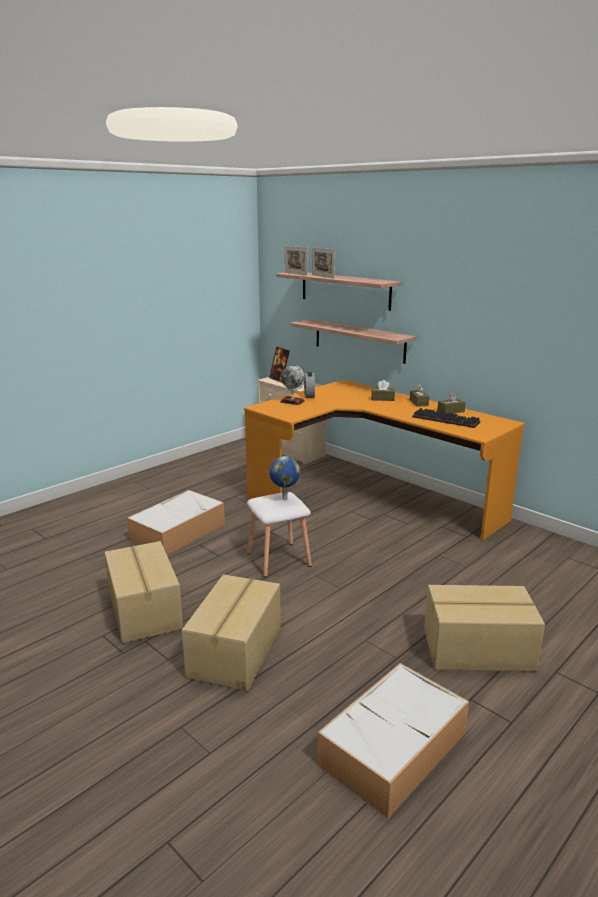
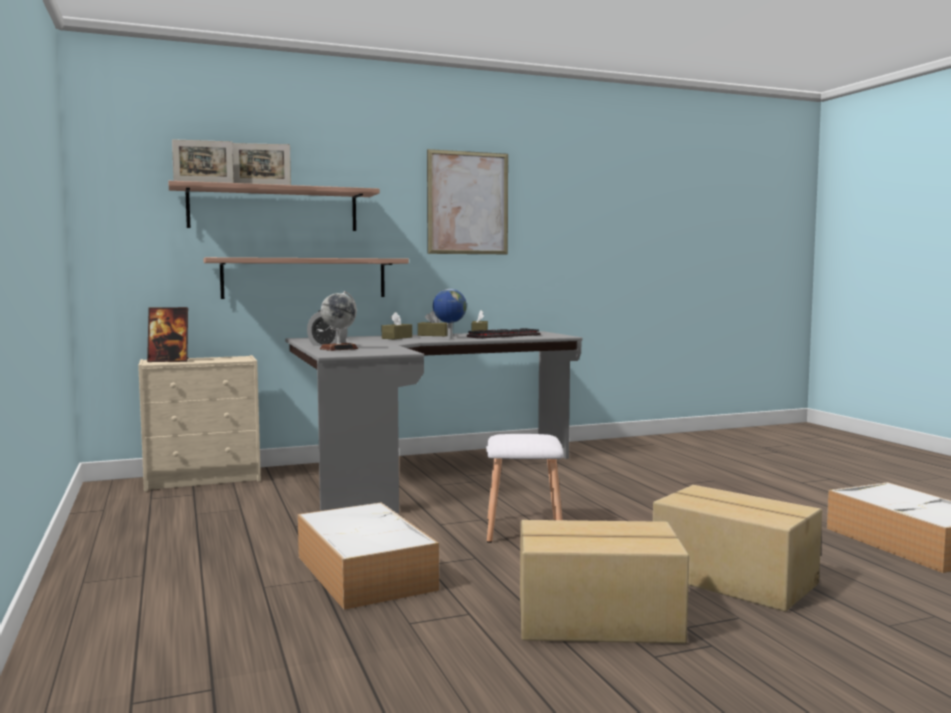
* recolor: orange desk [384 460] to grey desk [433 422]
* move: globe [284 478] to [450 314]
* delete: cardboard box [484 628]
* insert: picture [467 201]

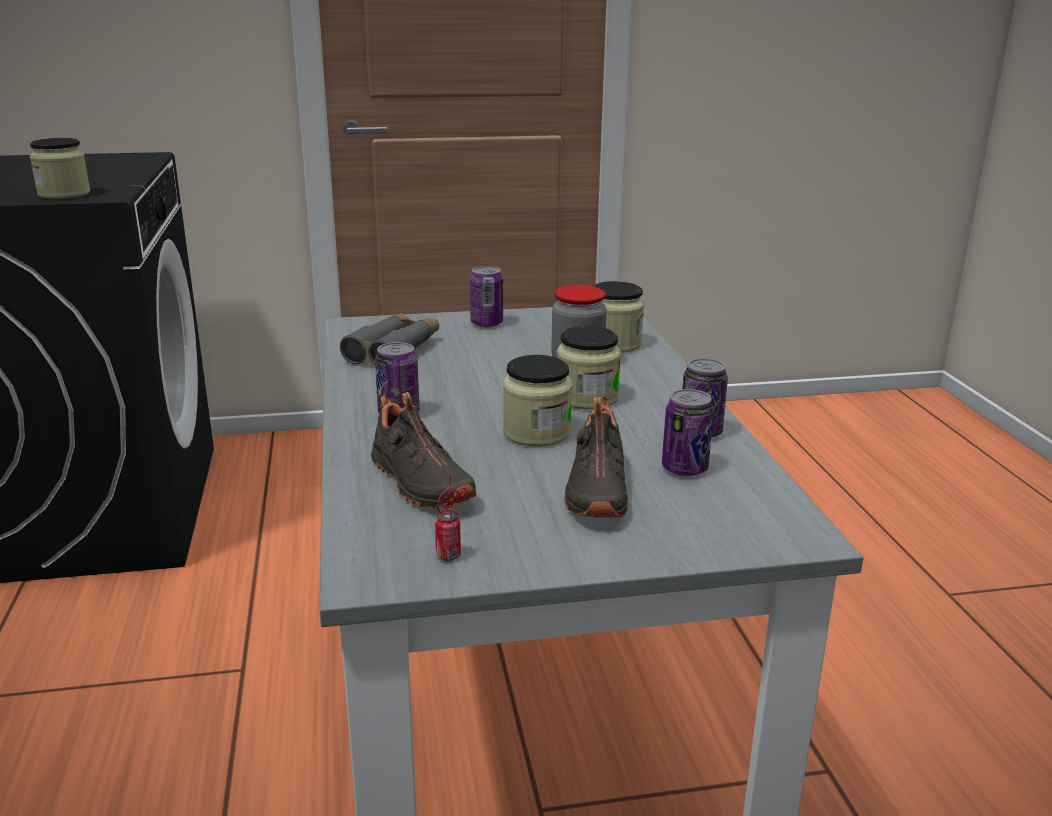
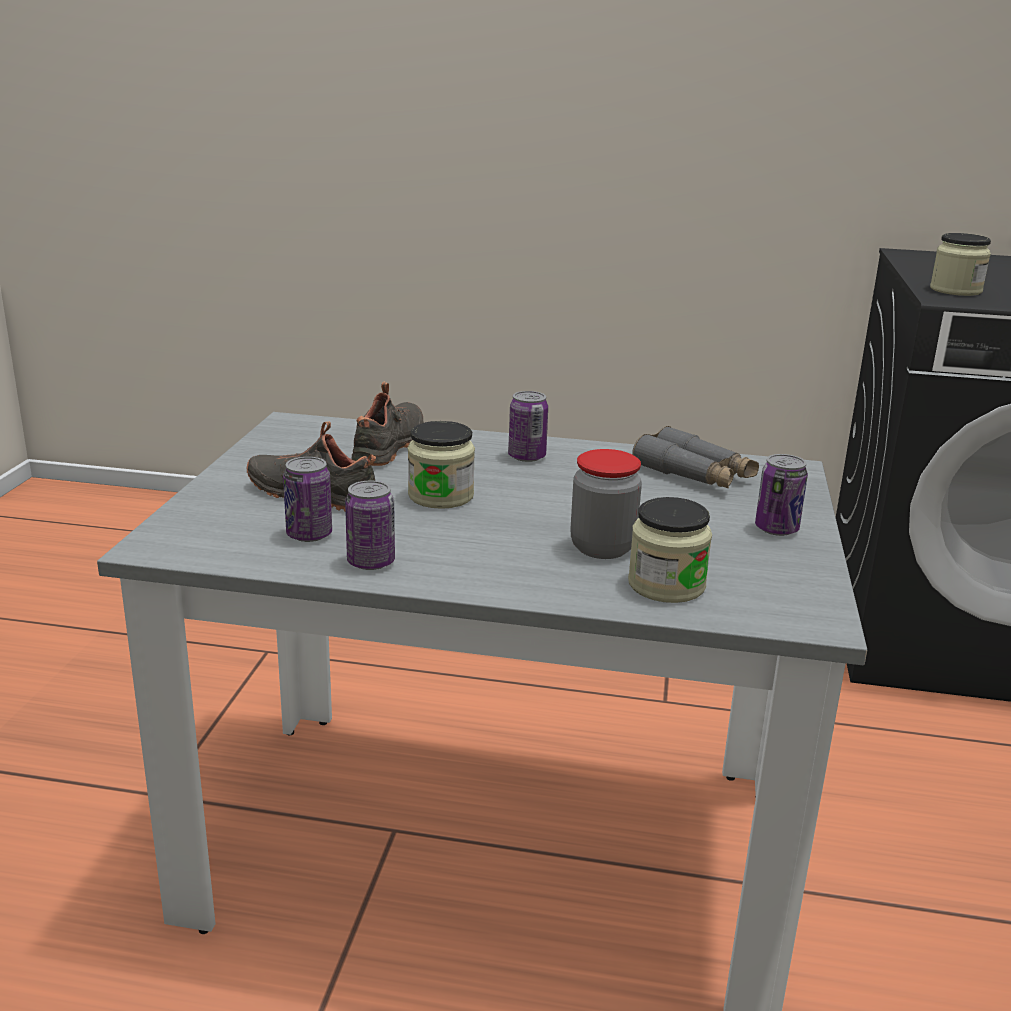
* delete: jar [589 368]
* rotate: black shoe [424 450] = [388 424] 120 degrees clockwise
* delete: can [450 518]

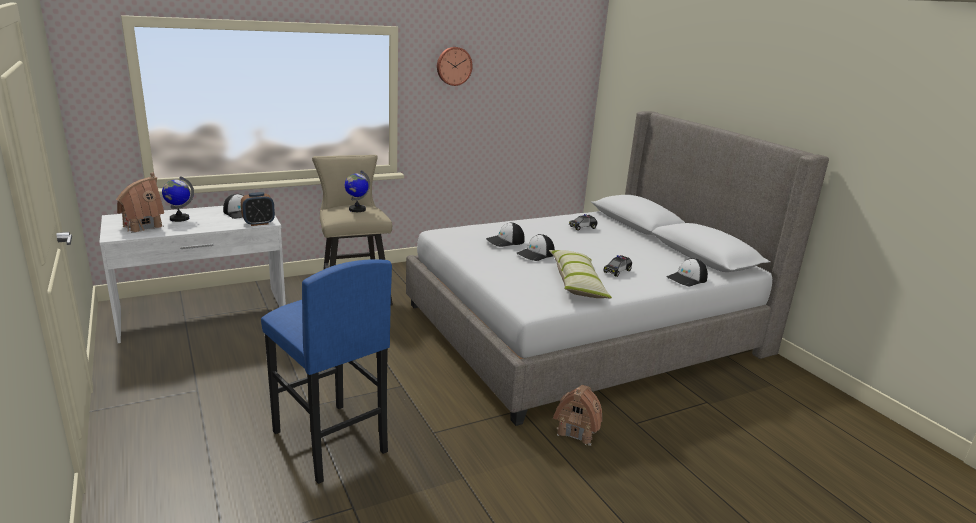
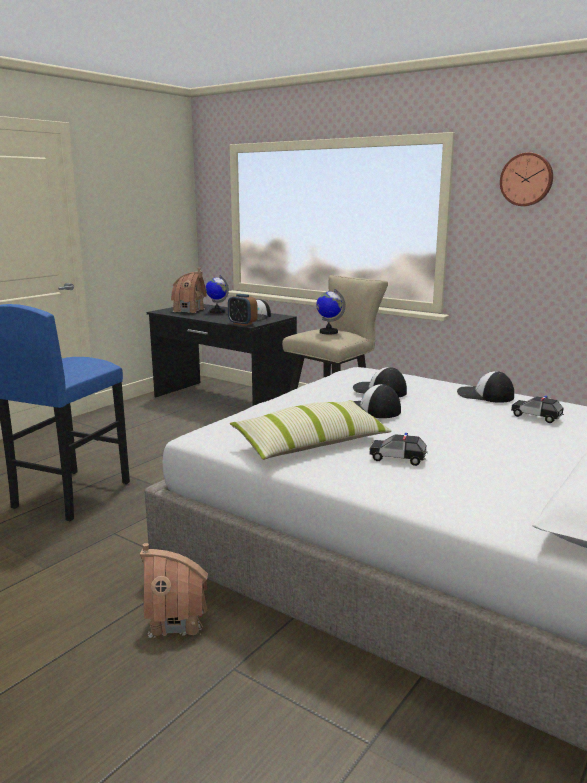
* recolor: white desk [192 274] to black desk [222 355]
* move: cap [687 272] to [485 387]

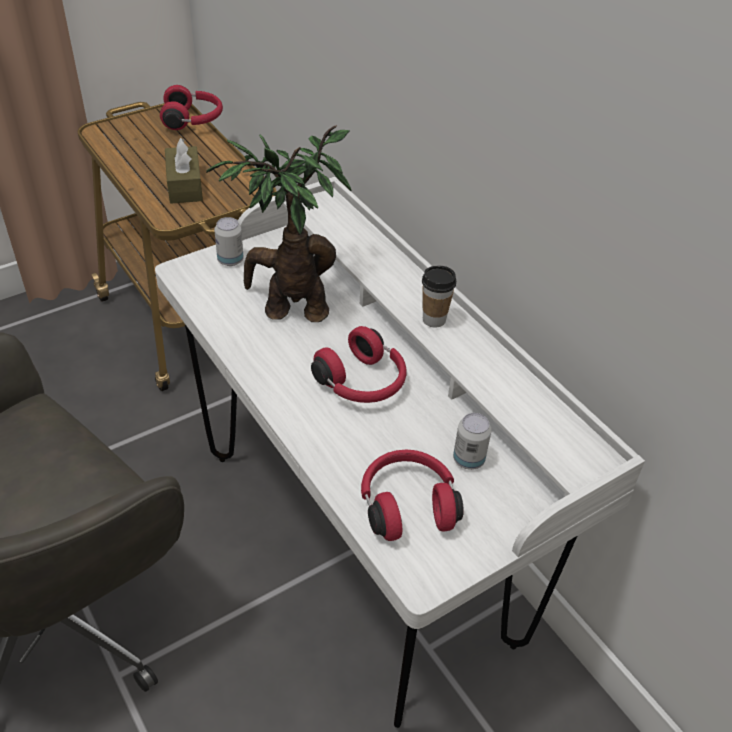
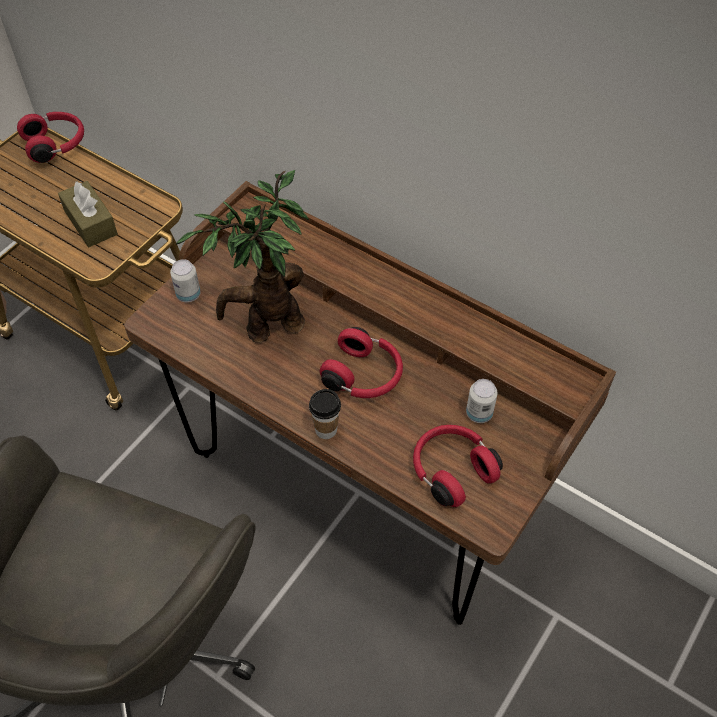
* recolor: white desk [400 452] to brown desk [370 403]
* move: cup [439 297] to [325 414]

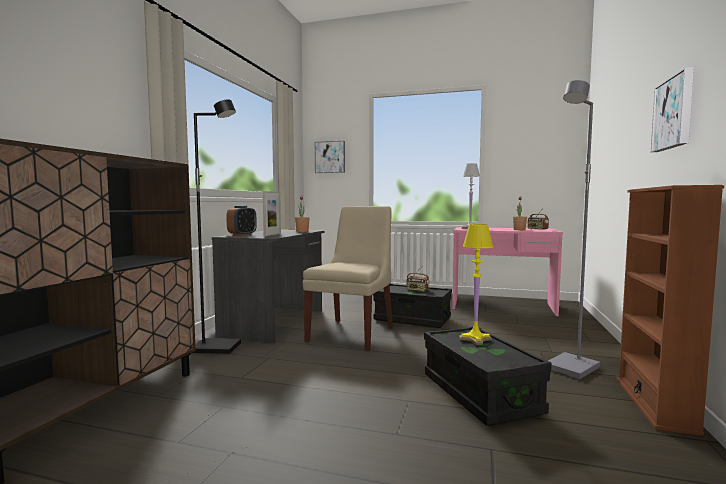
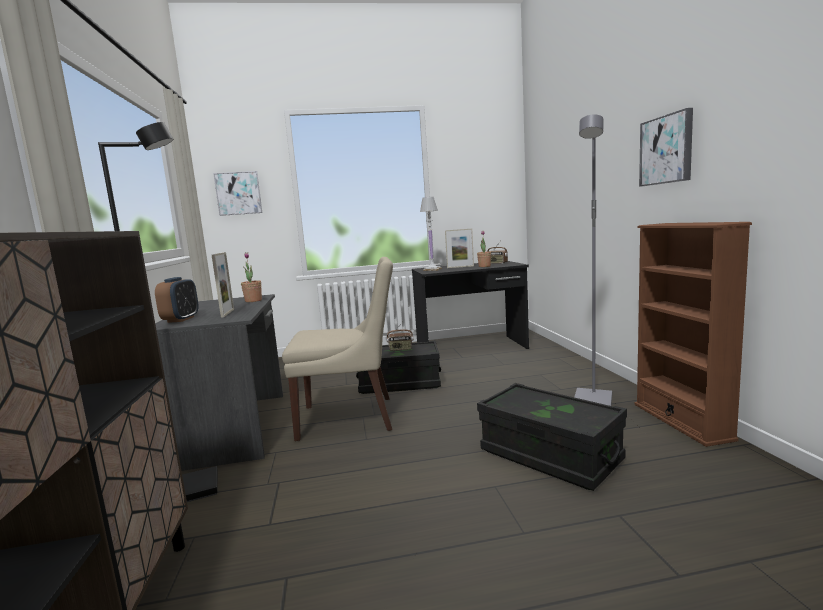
* rotate: beige chair [348 278] = [337 349] 90 degrees clockwise
* delete: yellow table lamp [476 284]
* recolor: pink desk [507 271] to black desk [470 305]
* insert: picture frame [459 248]

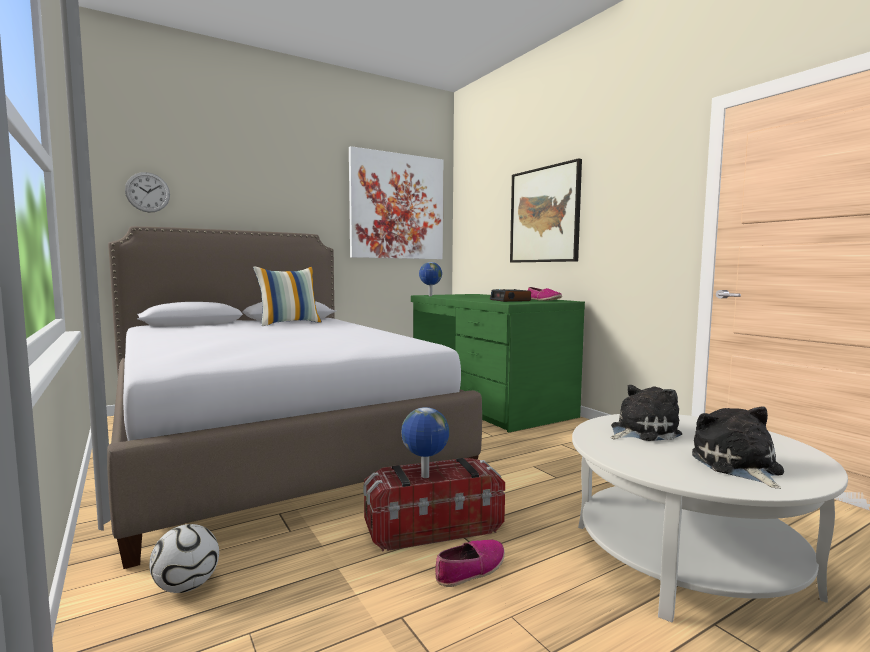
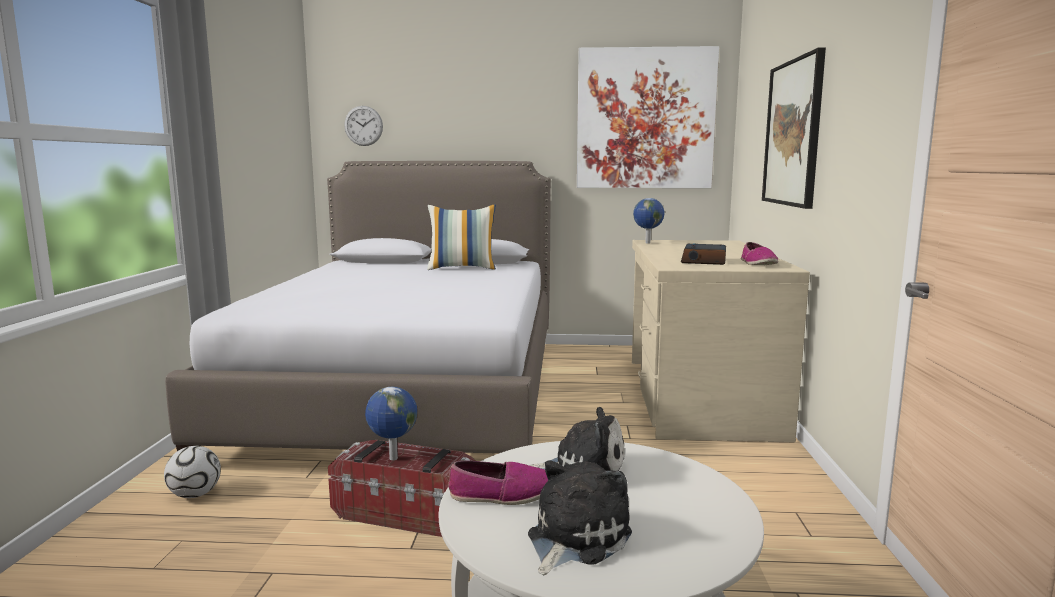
* recolor: green desk [498 363] to beige desk [721 341]
* move: shoe [470 563] to [498 482]

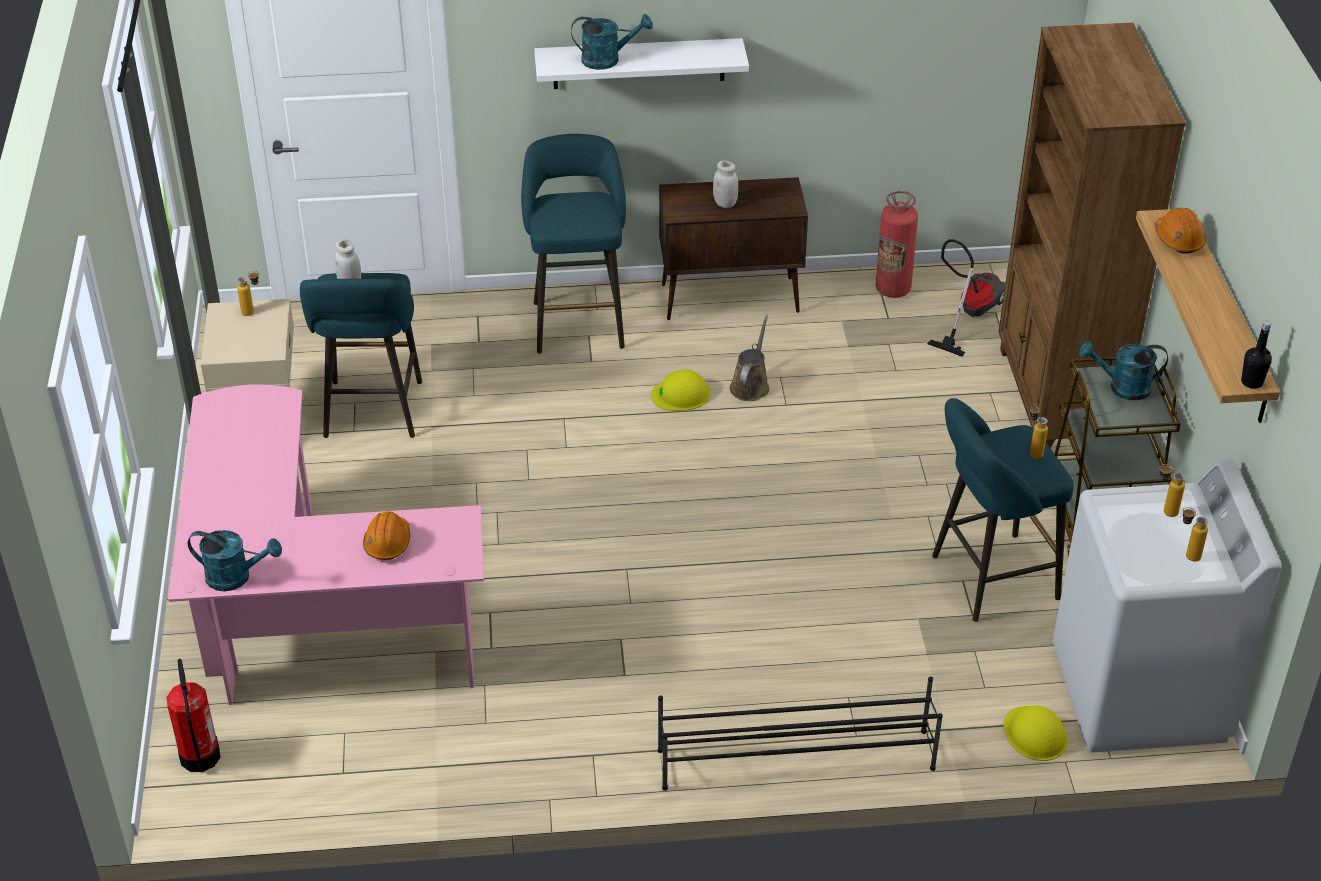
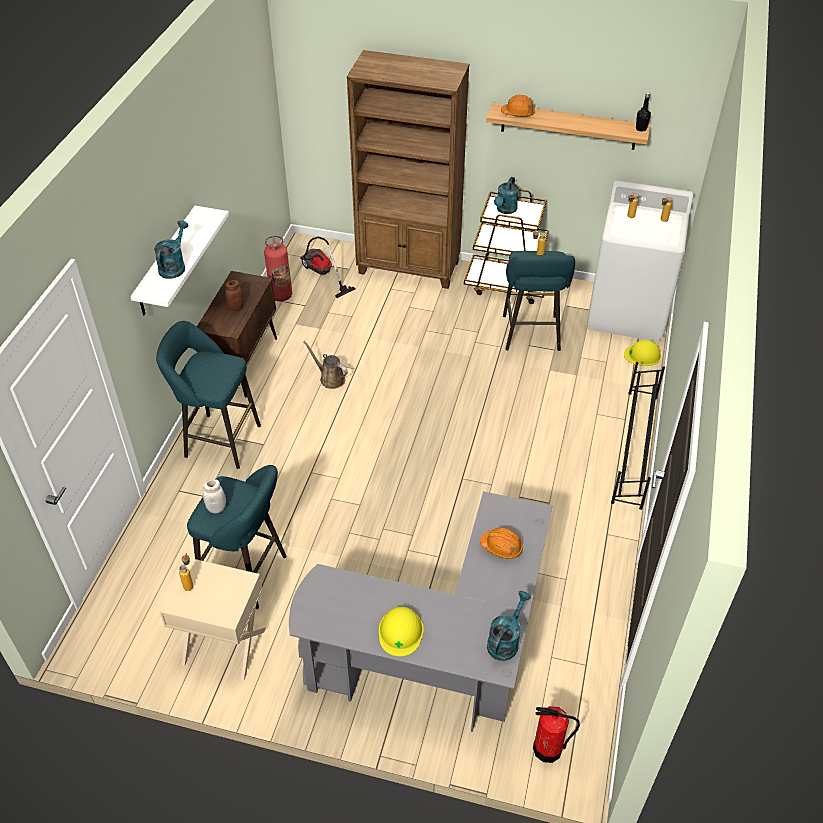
* recolor: white jar [725 184] to brown jar [234 295]
* move: yellow hard hat [681 390] to [401 632]
* recolor: pink desk [326 544] to grey desk [420 611]

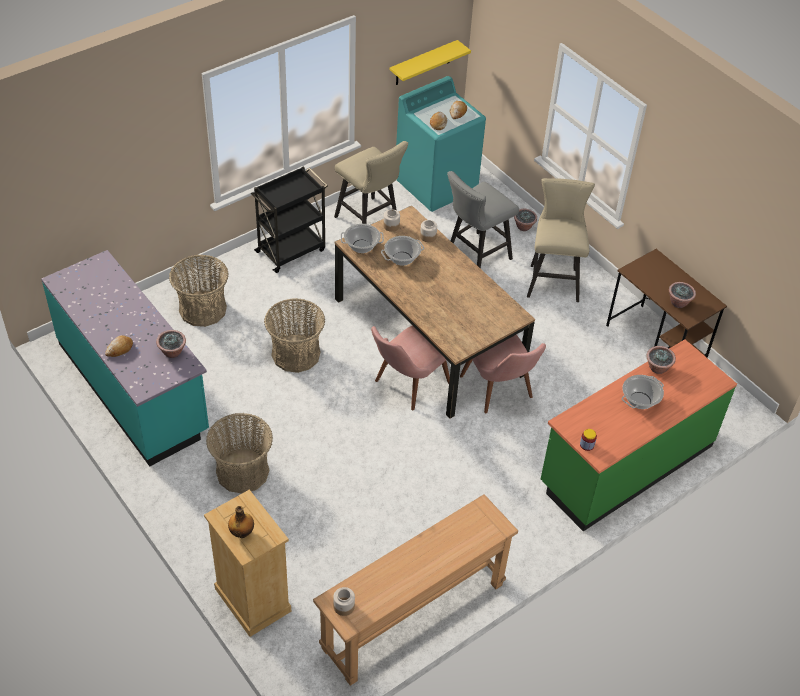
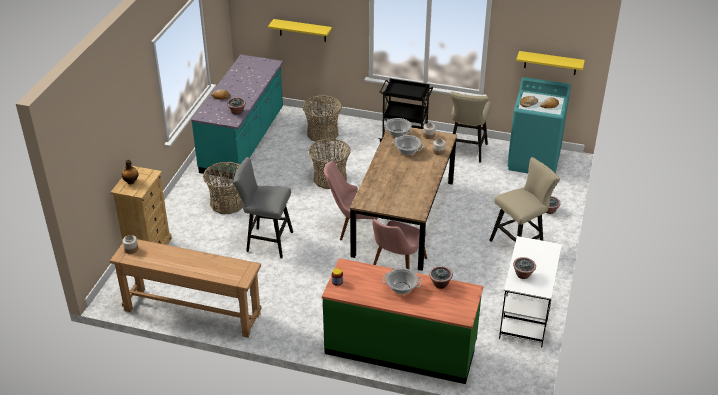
* move: grey stool [483 220] to [263 207]
* recolor: brown desk [666 303] to white desk [530 291]
* insert: yellow shelf [300 30]

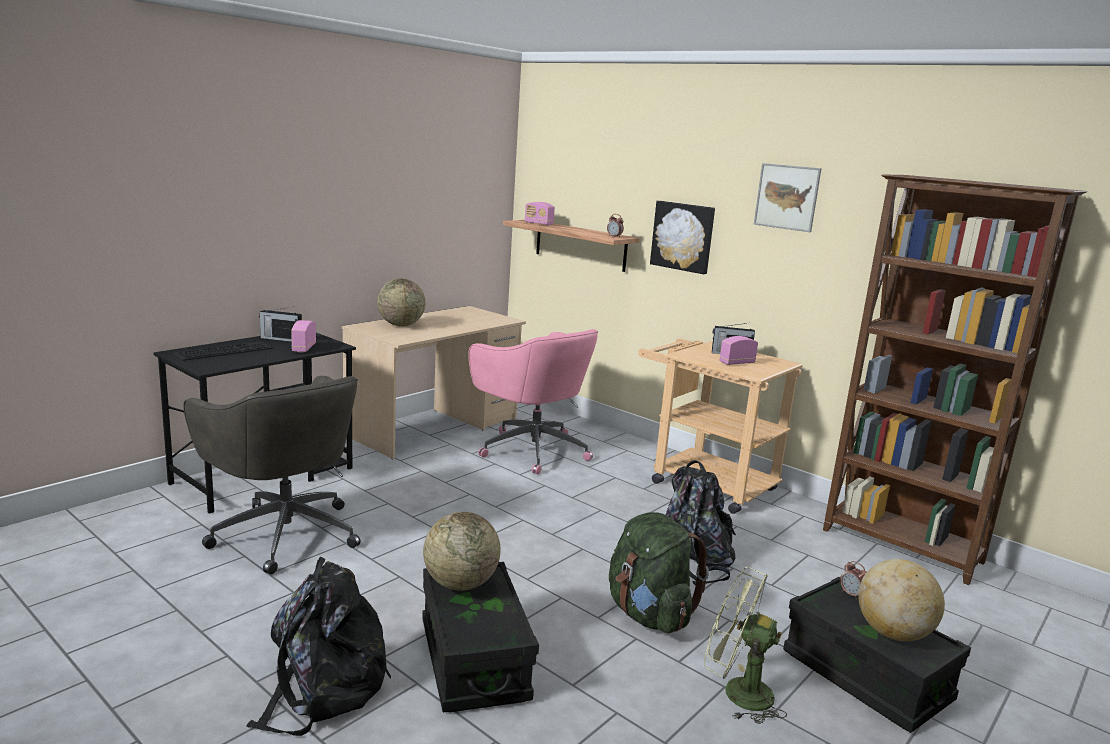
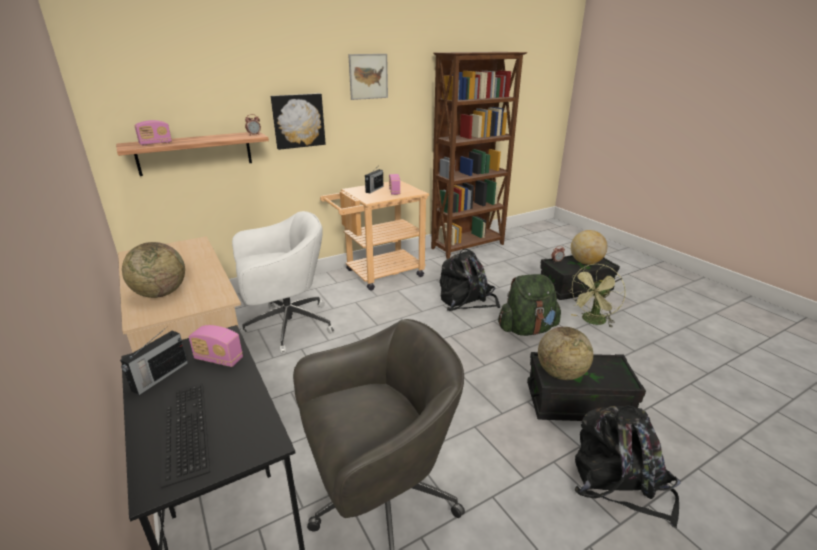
* recolor: pink office chair [533 401] to white office chair [283 282]

